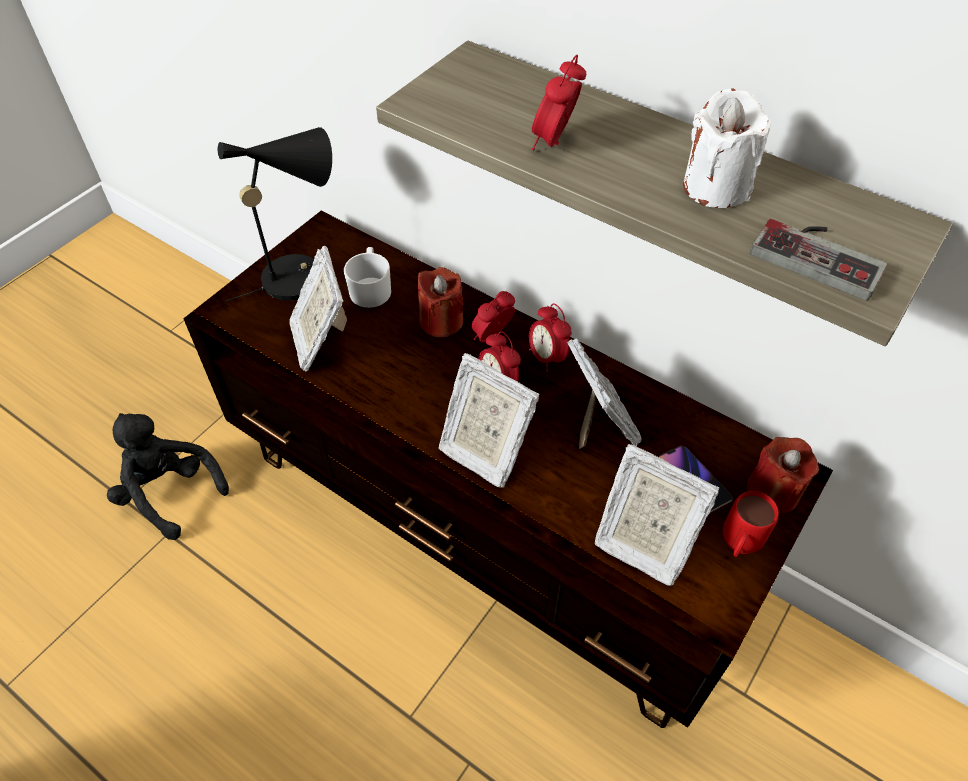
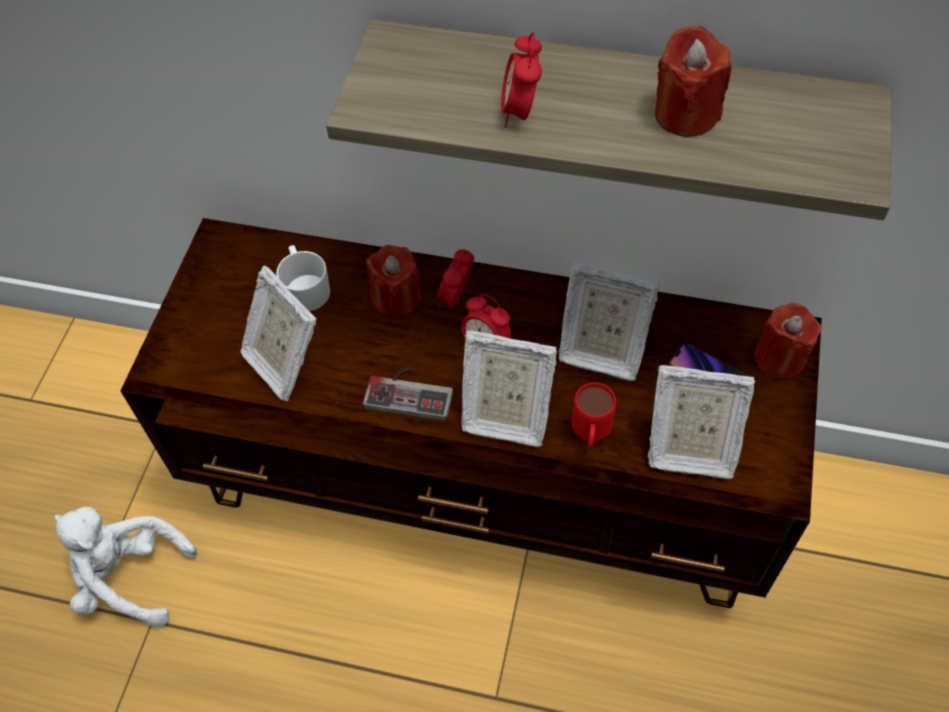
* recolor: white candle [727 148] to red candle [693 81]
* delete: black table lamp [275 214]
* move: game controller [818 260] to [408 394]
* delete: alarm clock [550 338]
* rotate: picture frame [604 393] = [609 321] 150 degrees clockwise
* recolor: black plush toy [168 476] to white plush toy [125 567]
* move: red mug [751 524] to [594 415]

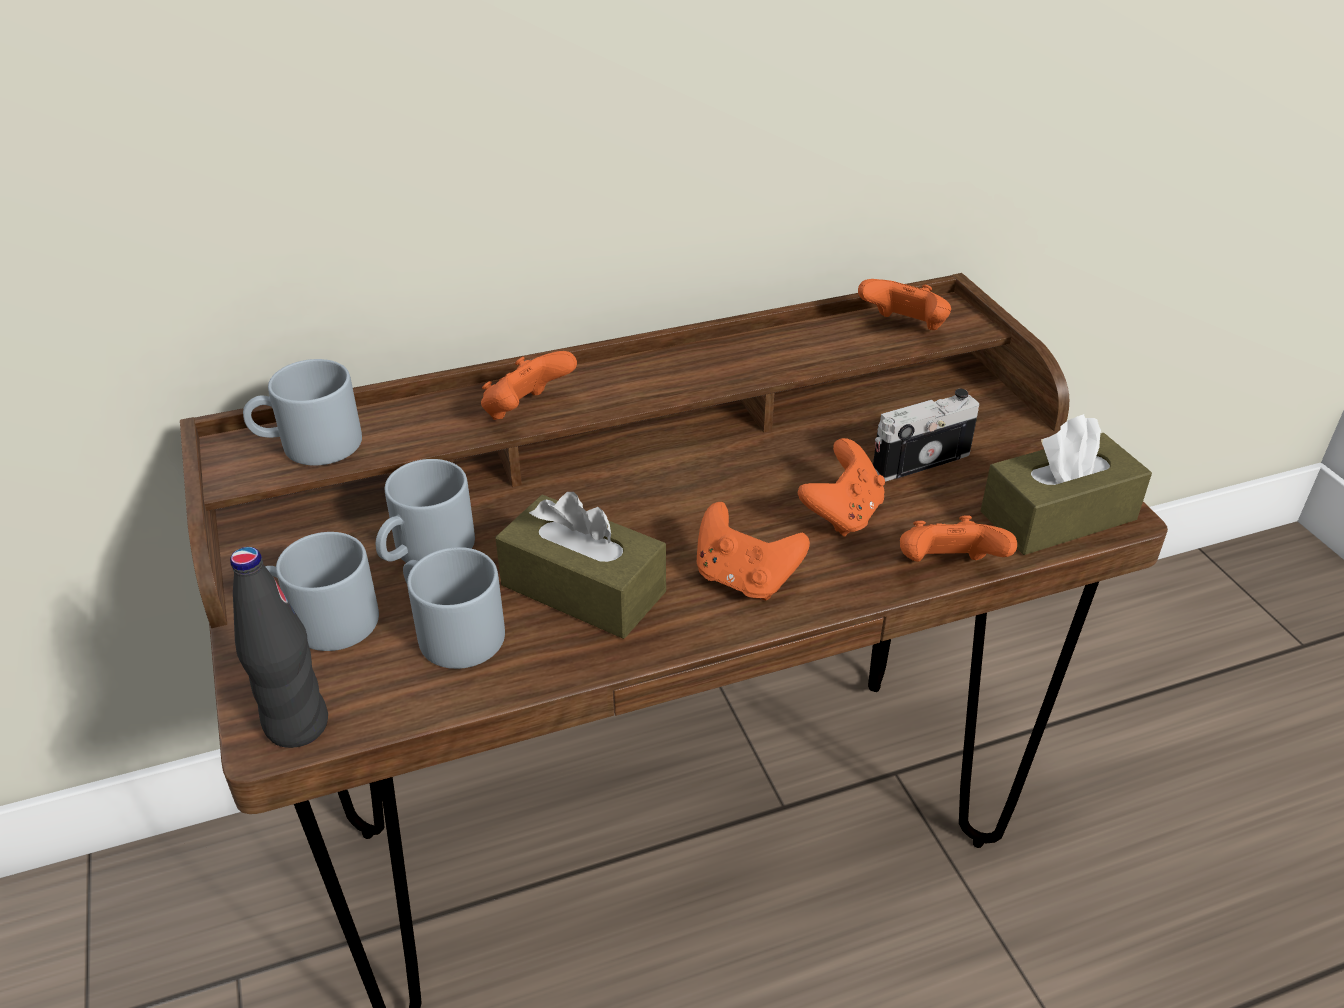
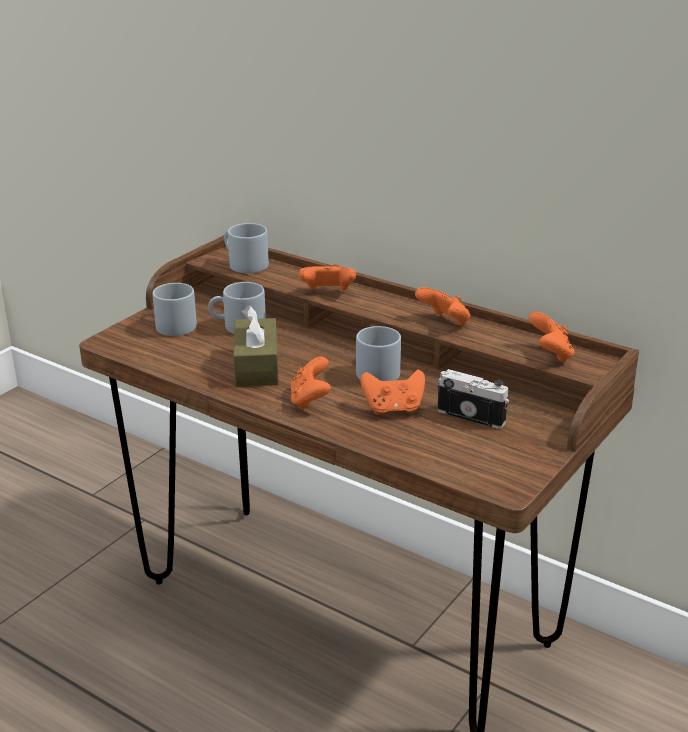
* delete: brown tissue box [1066 484]
* move: orange game controller [958 538] to [443 306]
* delete: black bottle [279 647]
* move: grey mug [454 608] to [378 353]

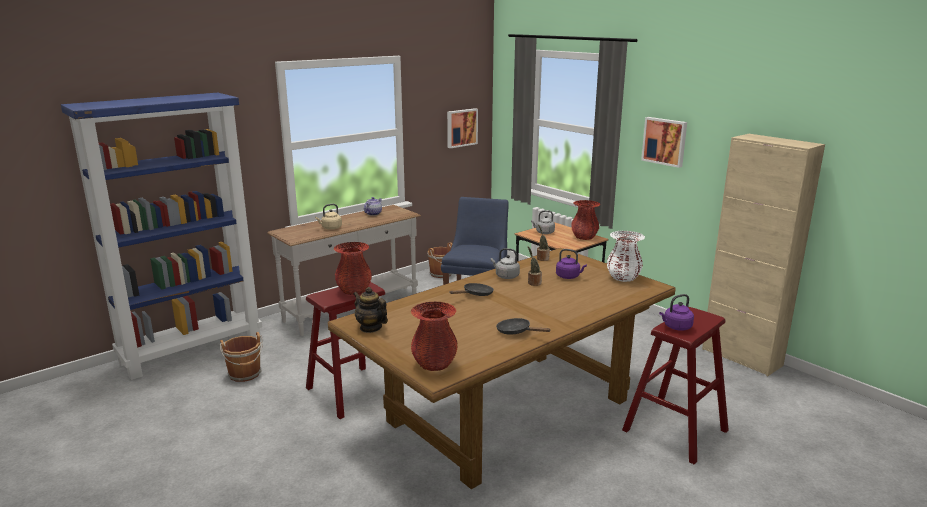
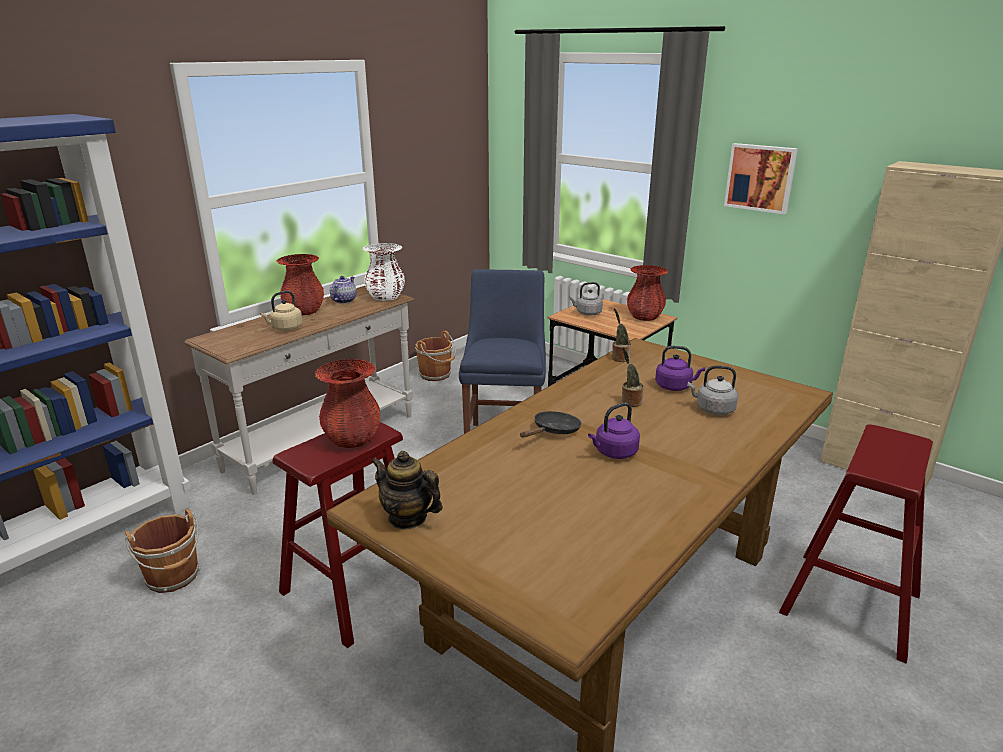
* delete: picture [462 128]
* move: white vase [626 256] to [384 272]
* move: grey kettle [505 263] to [712 390]
* move: purple kettle [676 312] to [614 430]
* move: red vase [434 336] to [300 284]
* delete: black frying pan [523 326]

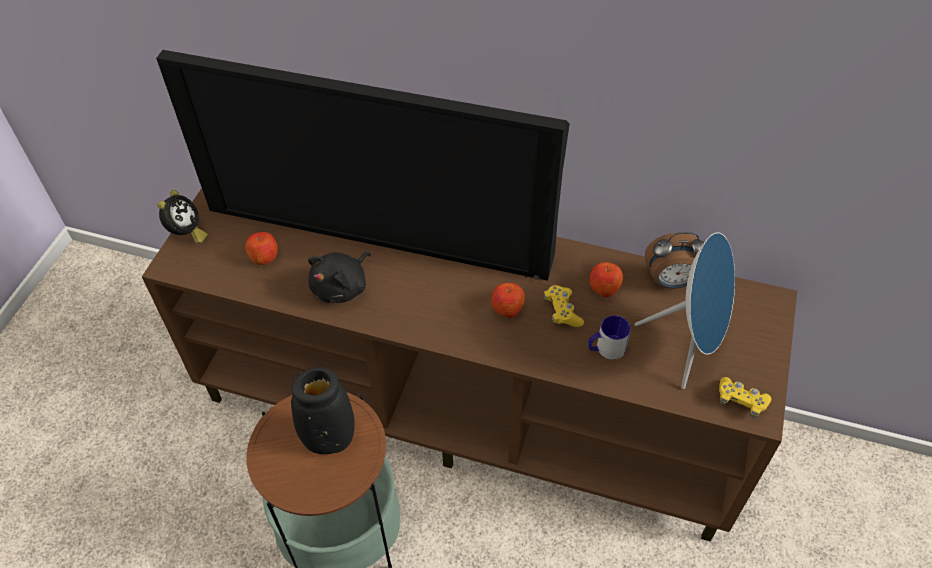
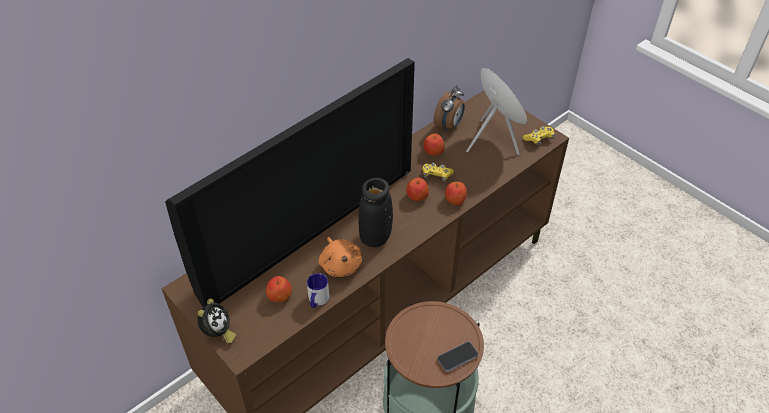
* rotate: alarm clock [183 217] = [216 321] 60 degrees clockwise
* recolor: black plush toy [339 277] to orange plush toy [340 257]
* move: mug [609 337] to [318 290]
* move: black vase [323 410] to [375 212]
* insert: apple [456 193]
* insert: phone [457 357]

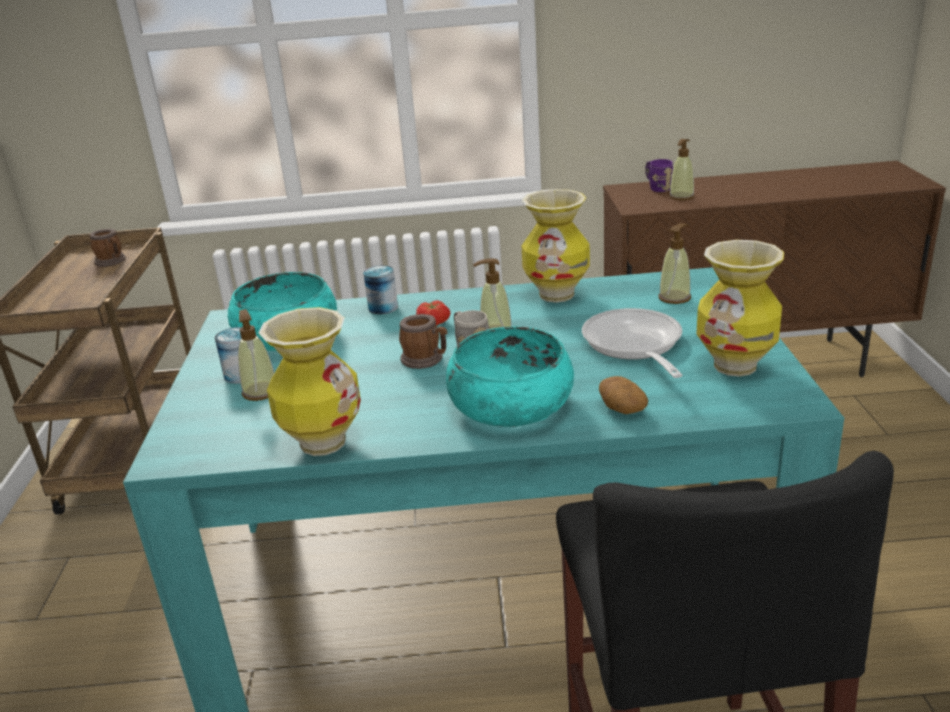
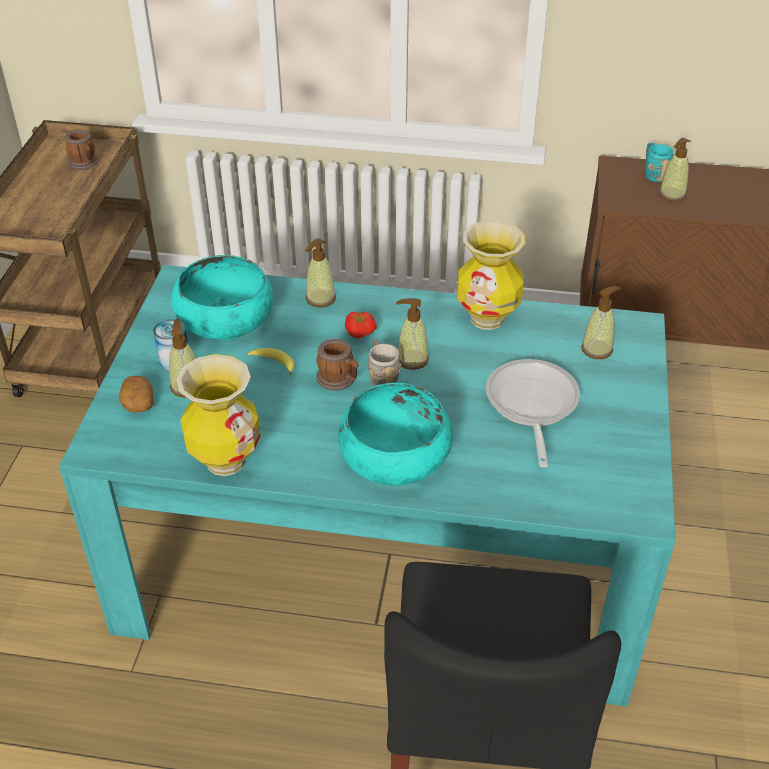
* recolor: purple mug [659 175] to turquoise mug [659 162]
* delete: vase [740 308]
* replace: can [380 289] to soap dispenser [321 272]
* move: potato [623 395] to [136 394]
* insert: banana [271 361]

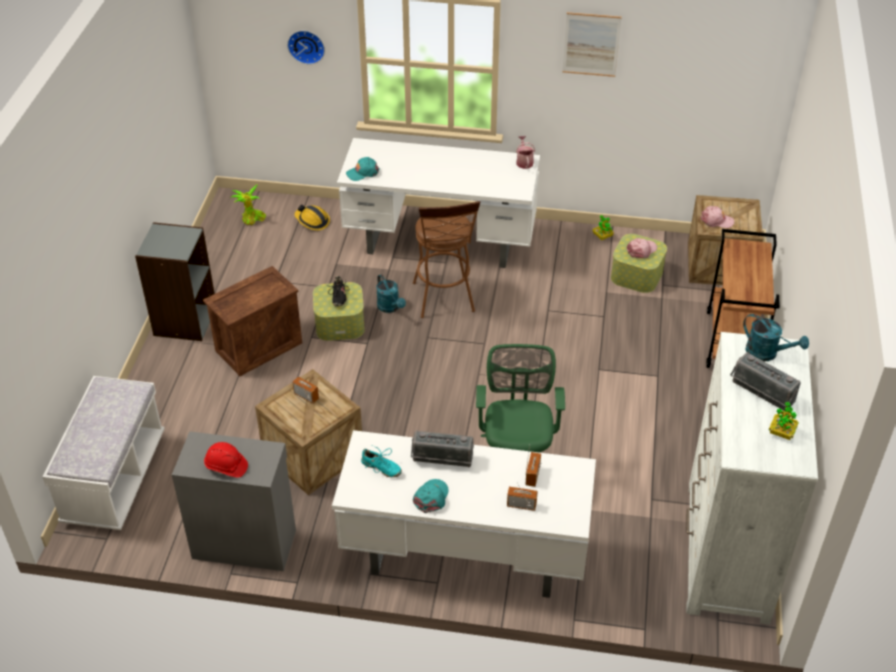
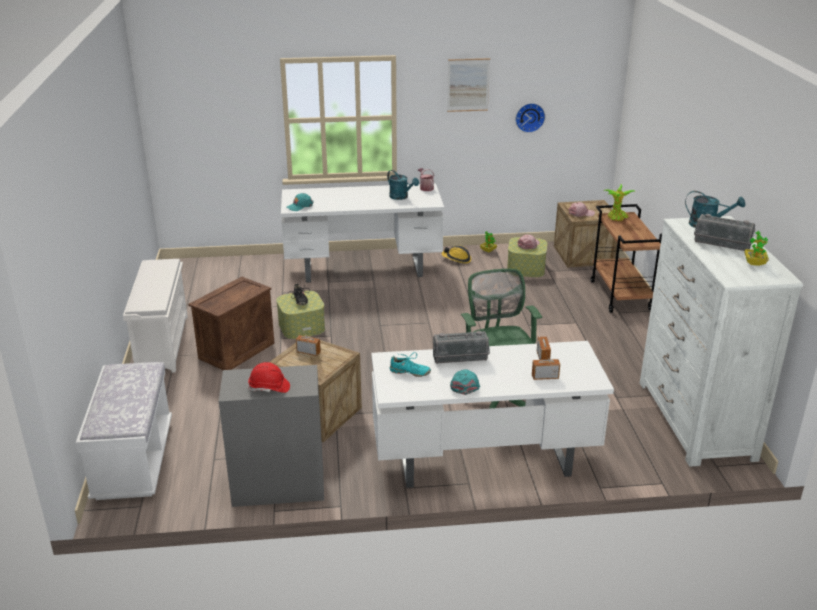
* move: wall clock [306 47] to [530 118]
* move: potted plant [248 205] to [618 202]
* delete: brown stool [446 259]
* move: hard hat [312 217] to [456 254]
* replace: grey bookcase [175 281] to white shoe rack [155 316]
* move: turquoise watering can [391 293] to [403 185]

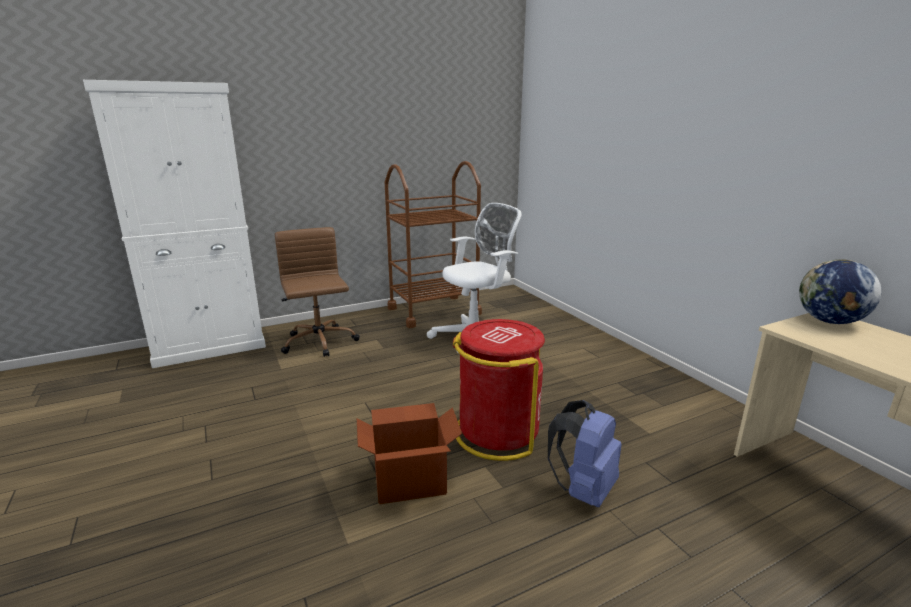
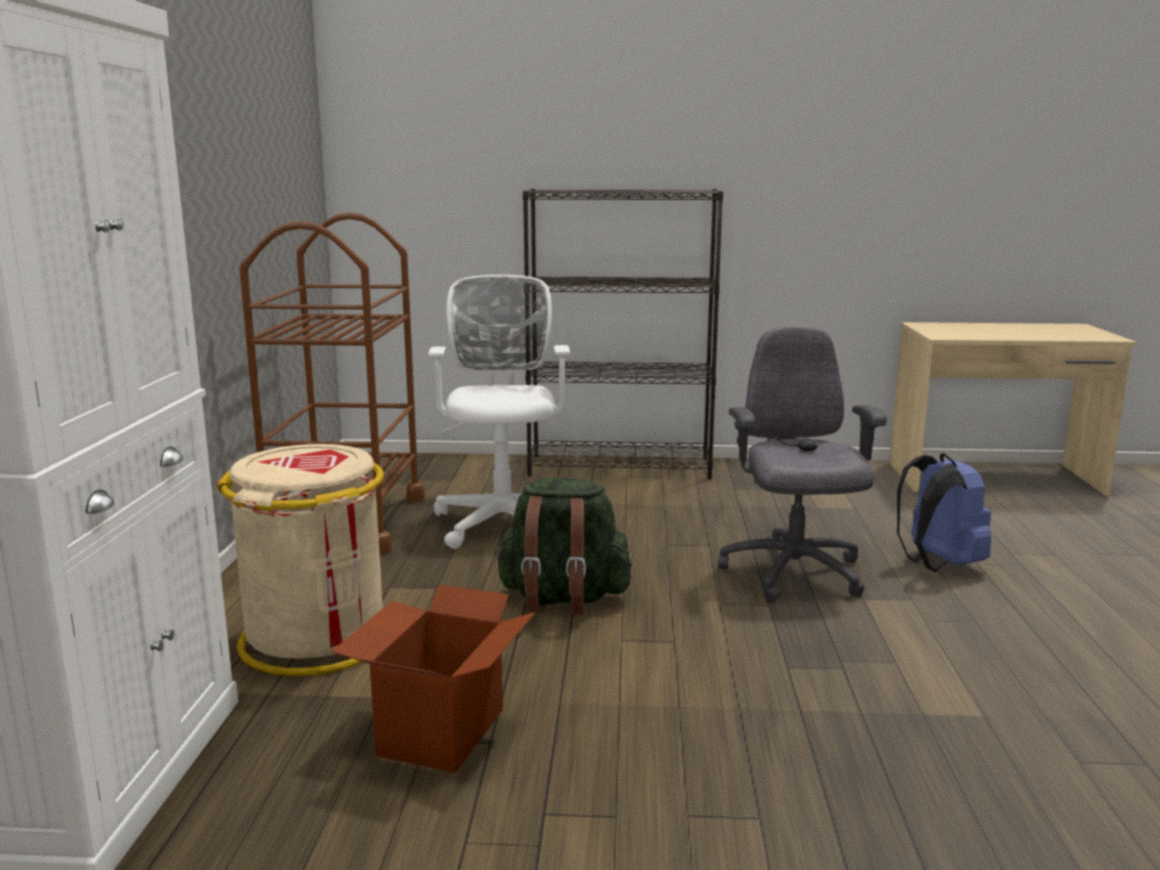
* replace: brown office chair [317 292] to beige trash can [300 560]
* delete: globe [840 291]
* replace: red trash can [499 390] to grey office chair [802 464]
* move: cardboard box [409 453] to [433 678]
* insert: black bookcase [623 334]
* insert: green backpack [563 546]

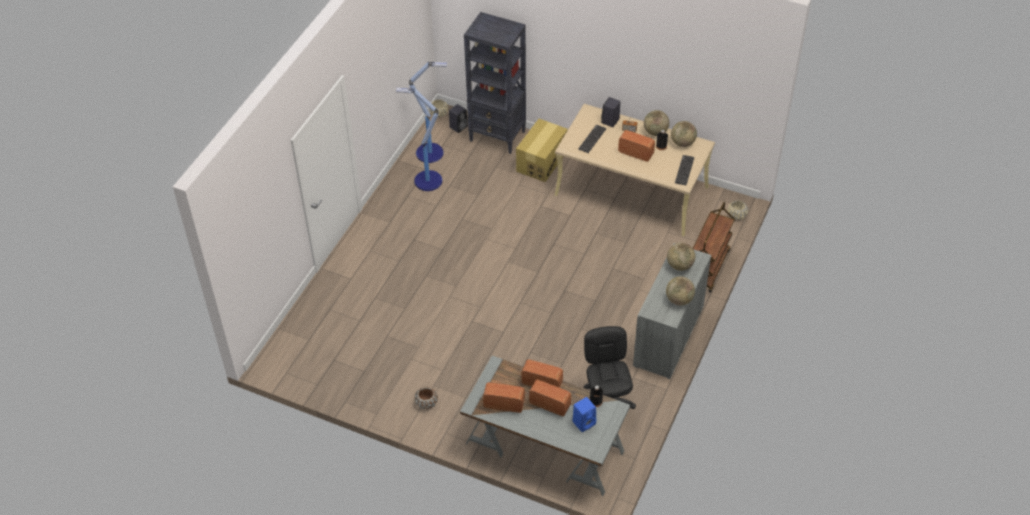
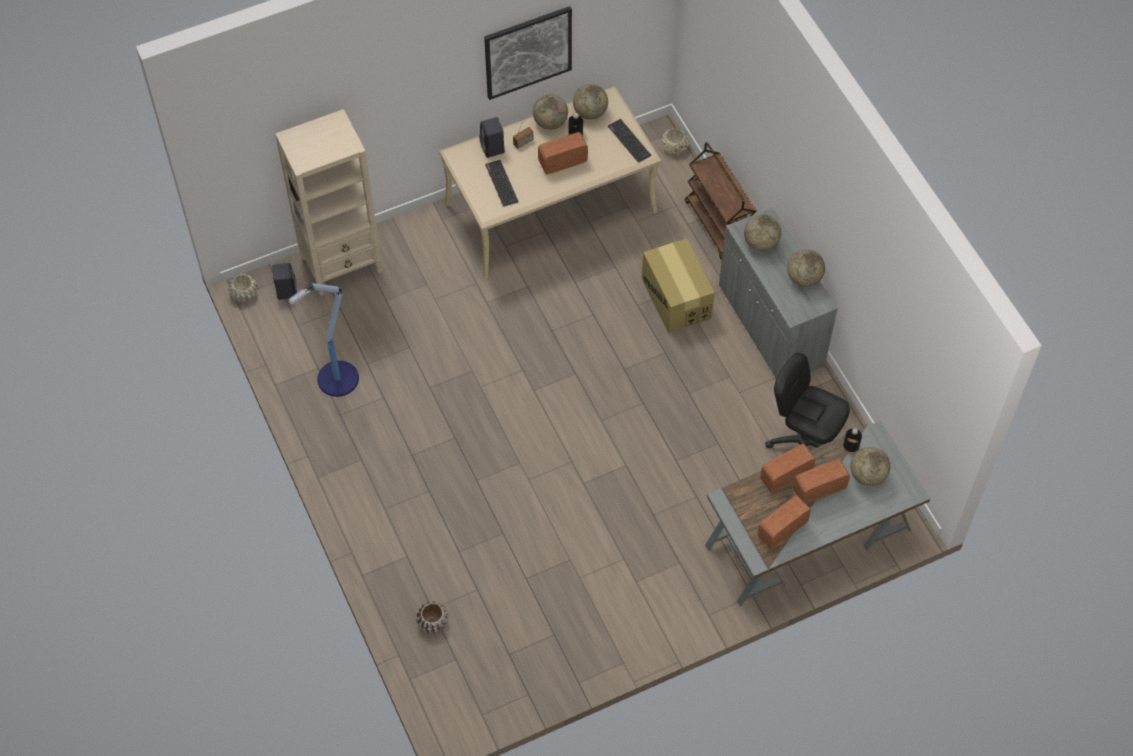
* recolor: black bookcase [495 83] to beige bookcase [328 202]
* delete: floor lamp [428 112]
* move: cardboard box [542 150] to [678 285]
* move: brown planter [426 398] to [432 617]
* replace: blue speaker [584 414] to globe [870 466]
* insert: picture [528 53]

